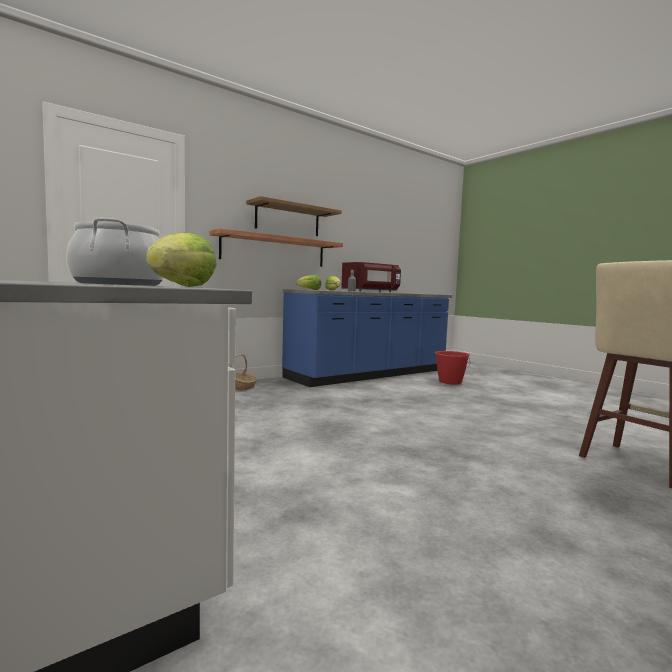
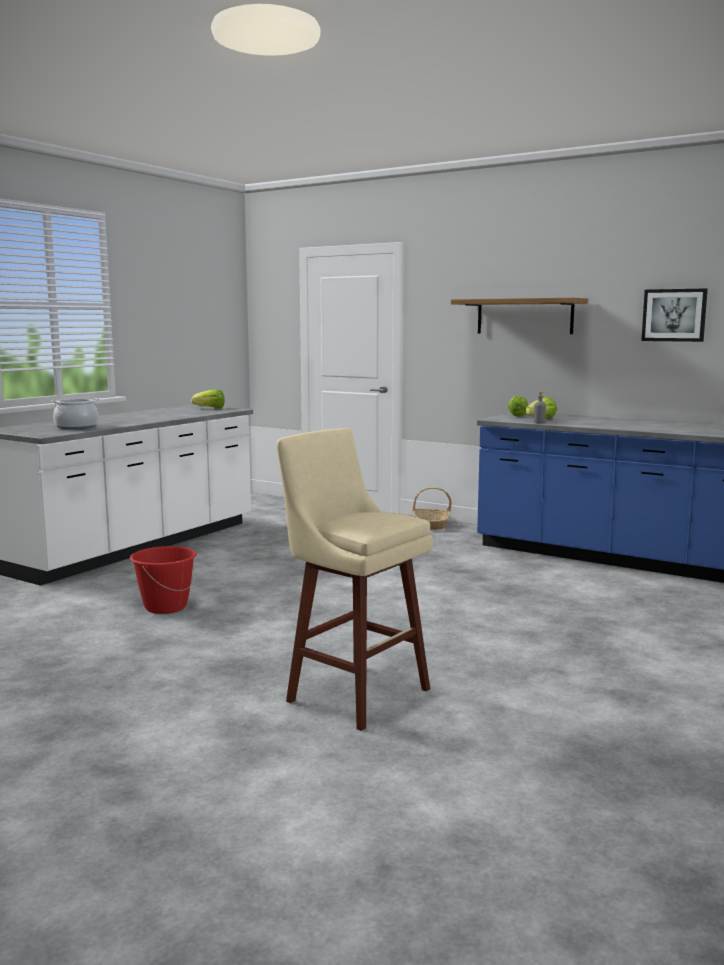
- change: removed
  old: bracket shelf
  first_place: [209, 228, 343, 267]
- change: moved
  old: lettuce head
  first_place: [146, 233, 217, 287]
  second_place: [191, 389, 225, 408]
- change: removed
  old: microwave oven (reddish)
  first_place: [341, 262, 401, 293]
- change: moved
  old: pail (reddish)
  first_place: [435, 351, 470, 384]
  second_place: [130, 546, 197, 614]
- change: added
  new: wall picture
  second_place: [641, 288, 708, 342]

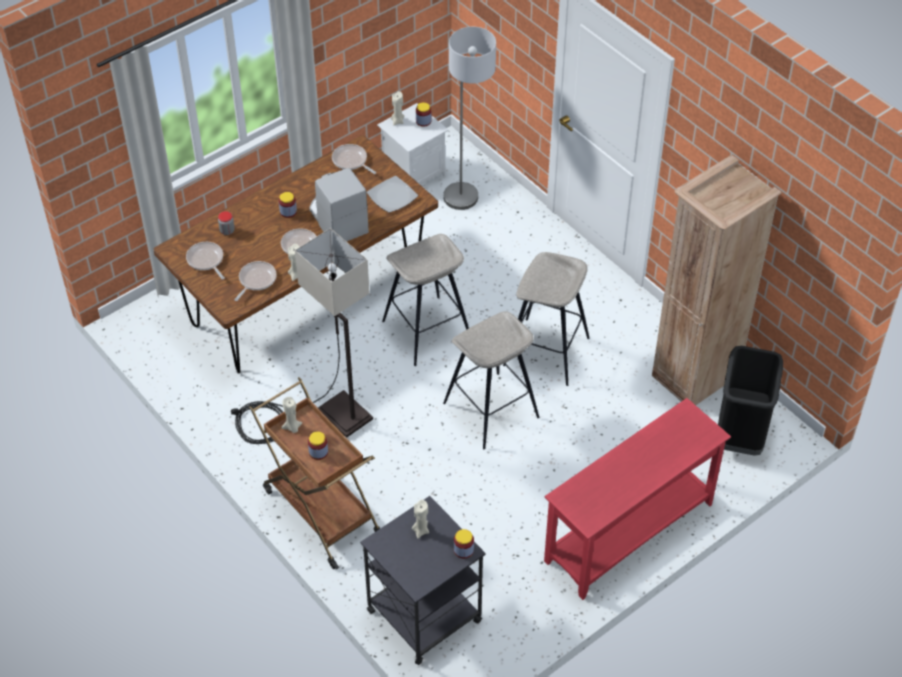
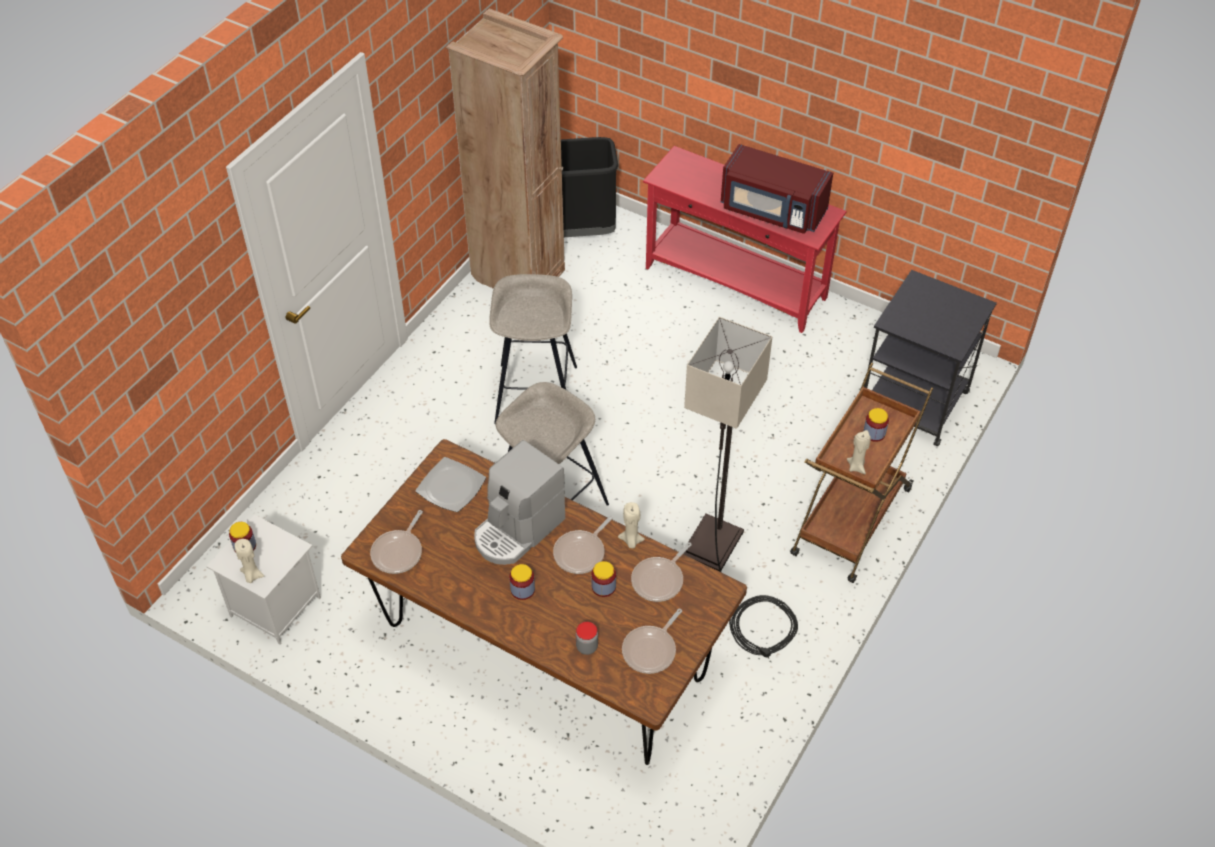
- change: removed
  old: standing lamp (gray)
  first_place: [443, 27, 496, 210]
- change: turned
  old: pan
  first_place: [234, 261, 277, 301]
  second_place: [631, 542, 692, 602]
  degrees: -60
- change: removed
  old: stool (gray)
  first_place: [443, 311, 539, 449]
- change: removed
  old: candle (sand-coloured)
  first_place: [412, 500, 429, 539]
- change: moved
  old: jar
  first_place: [454, 529, 474, 559]
  second_place: [591, 561, 616, 597]
- change: added
  new: microwave oven (reddish)
  second_place: [721, 144, 833, 234]

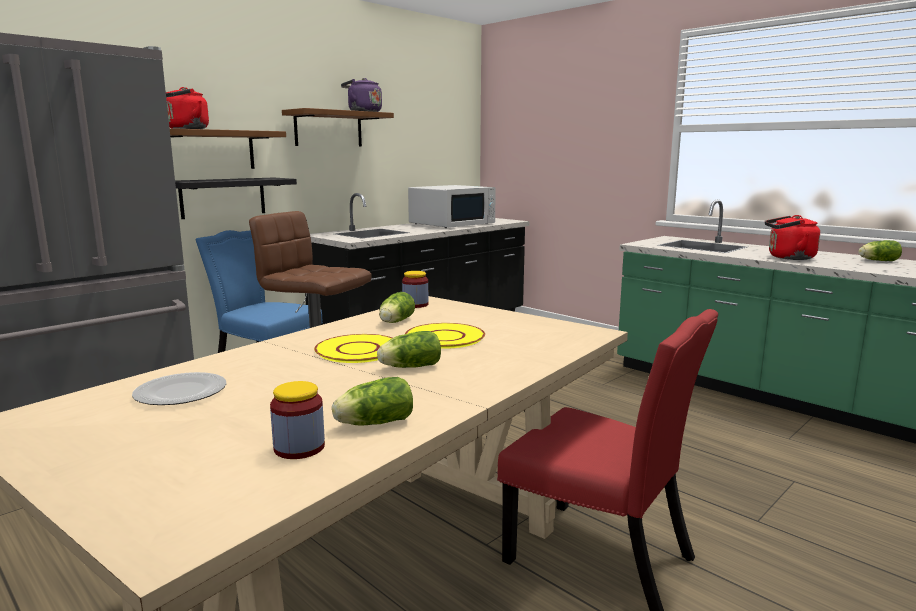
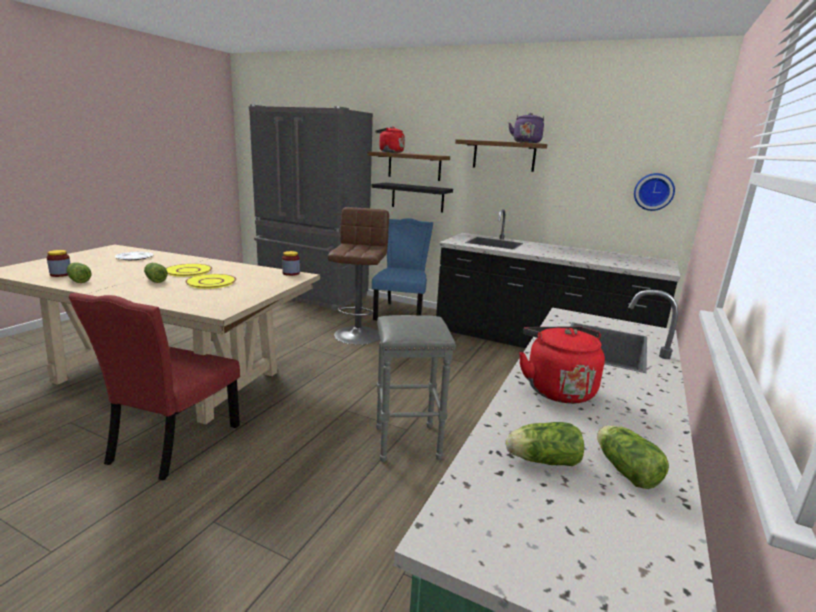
- change: removed
  old: microwave oven (white)
  first_place: [408, 185, 496, 228]
- change: moved
  old: lettuce head
  first_place: [379, 292, 415, 323]
  second_place: [506, 422, 584, 466]
- change: added
  new: wall clock
  second_place: [634, 173, 675, 211]
- change: added
  new: stool (gray)
  second_place: [376, 315, 456, 462]

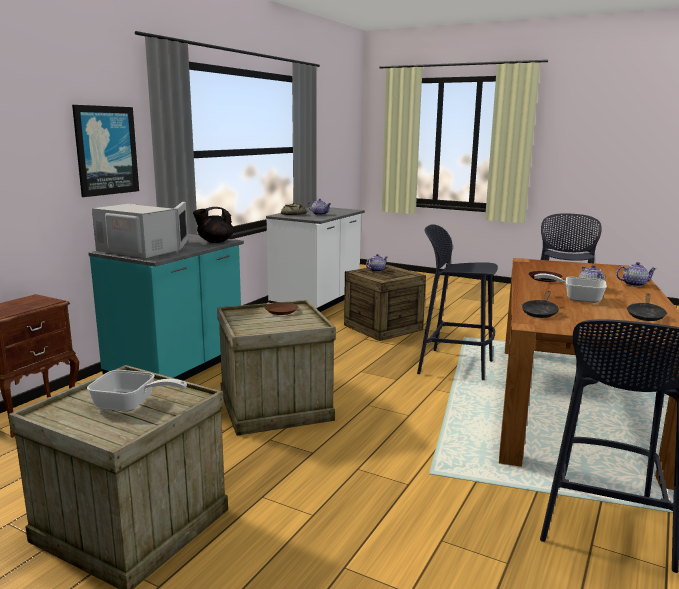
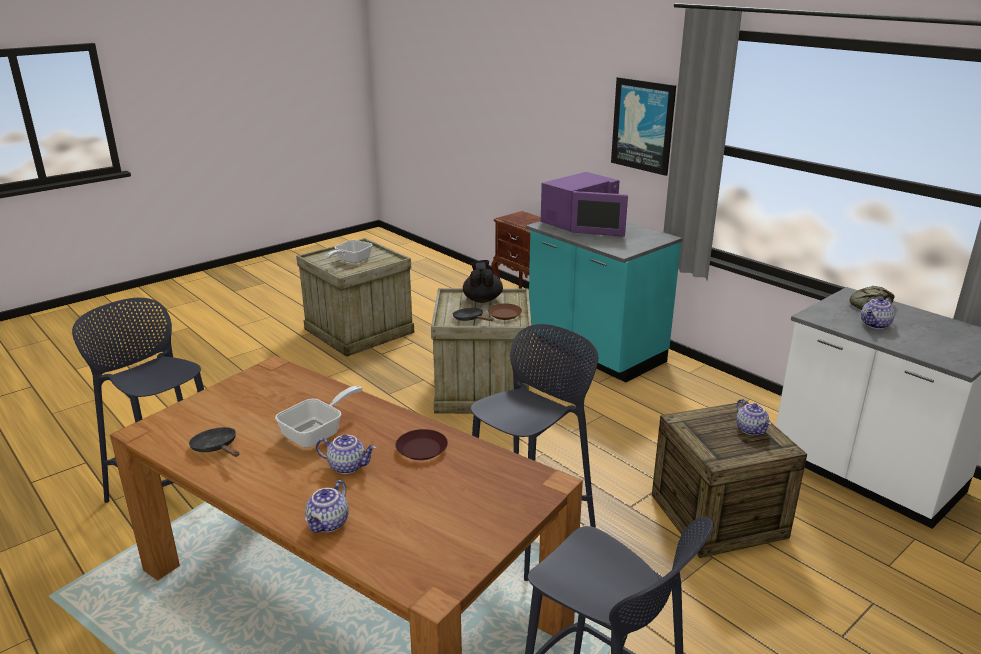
- change: recoloured
  old: microwave oven (white)
  new: microwave oven (purplish)
  first_place: [92, 202, 188, 258]
  second_place: [541, 172, 628, 237]
- change: moved
  old: teapot (blackish)
  first_place: [193, 207, 234, 243]
  second_place: [463, 260, 503, 303]
- change: moved
  old: pan (blackish)
  first_place: [522, 291, 559, 318]
  second_place: [453, 308, 493, 321]

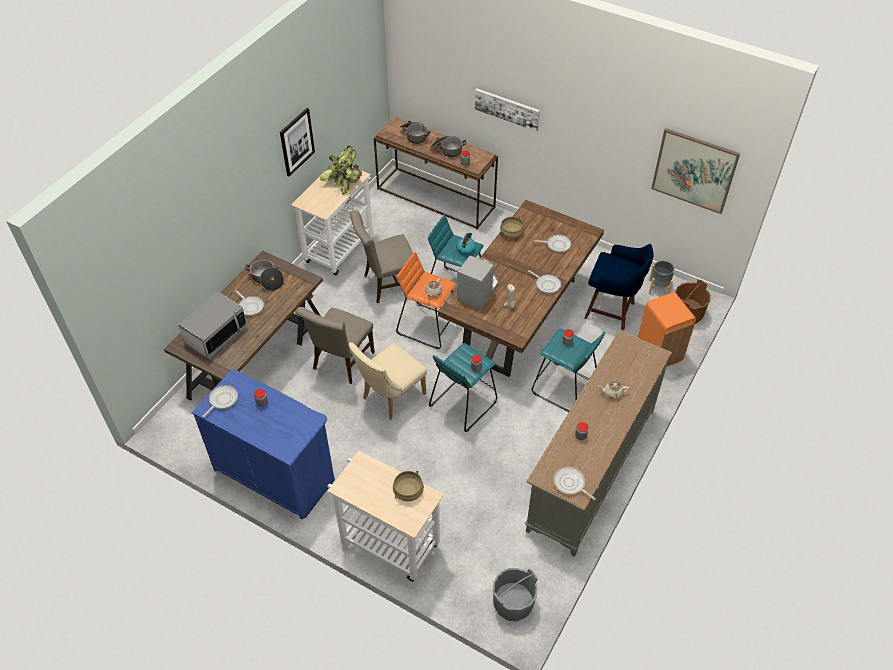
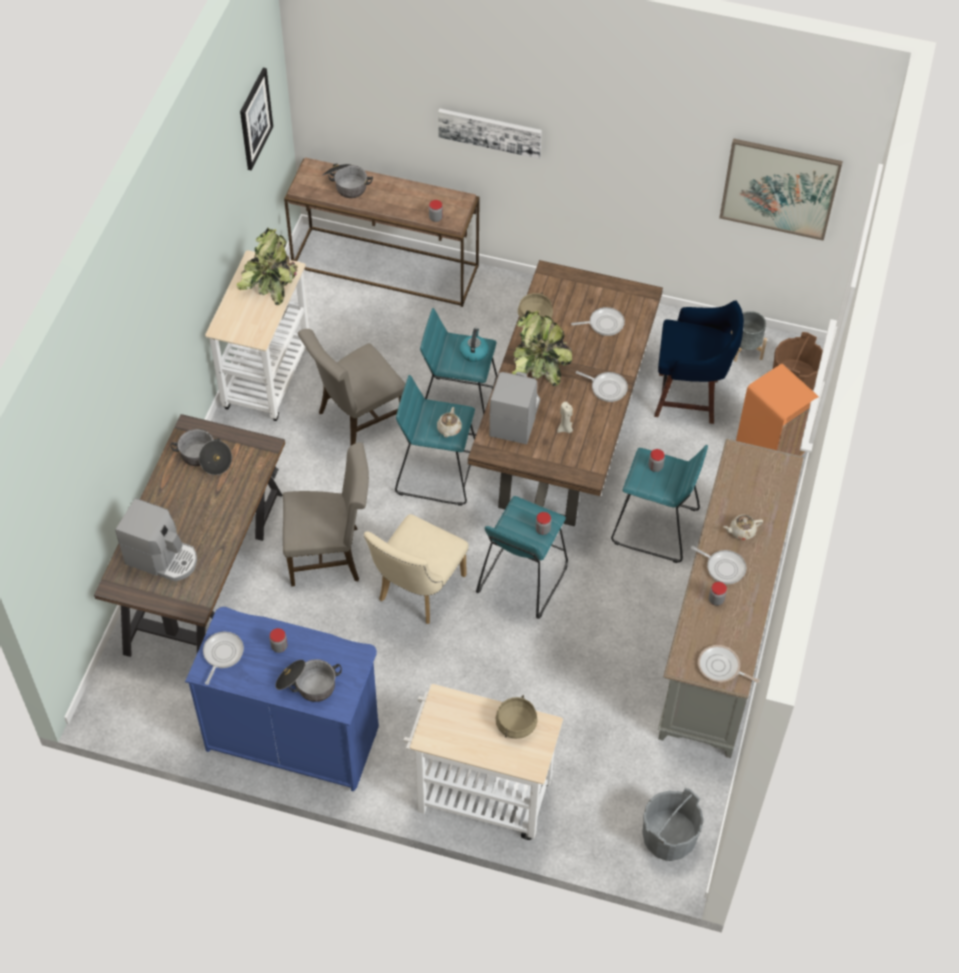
- change: moved
  old: wall picture
  first_place: [280, 108, 315, 176]
  second_place: [240, 68, 273, 170]
- change: moved
  old: cooking pot
  first_place: [431, 136, 467, 157]
  second_place: [275, 659, 342, 702]
- change: recoloured
  old: stool (orange)
  new: stool (blue-green)
  first_place: [396, 252, 456, 349]
  second_place: [395, 375, 475, 506]
- change: moved
  old: pan
  first_place: [235, 290, 264, 316]
  second_place: [691, 546, 746, 584]
- change: replaced
  old: microwave oven
  new: coffee machine
  first_place: [178, 291, 247, 359]
  second_place: [115, 498, 197, 581]
- change: turned
  old: upright chair (sand-coloured)
  first_place: [295, 307, 375, 384]
  second_place: [283, 442, 369, 586]
  degrees: -105
- change: added
  new: potted plant
  second_place: [512, 310, 572, 386]

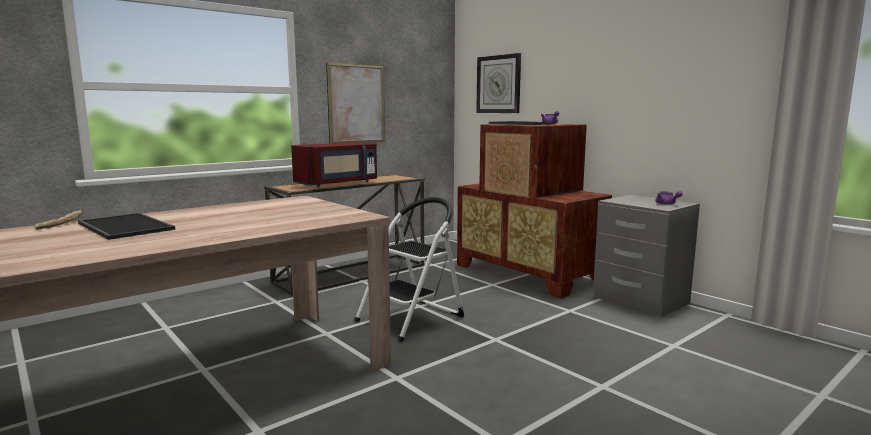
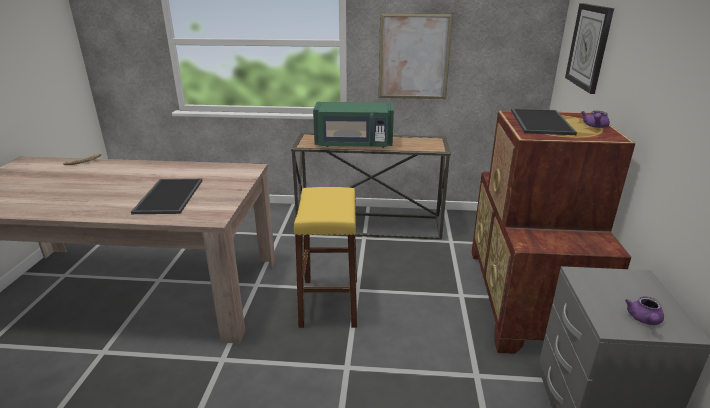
- change: recoloured
  old: microwave oven (reddish)
  new: microwave oven (green-coloured)
  first_place: [291, 142, 377, 187]
  second_place: [313, 102, 394, 148]
- change: replaced
  old: step stool
  new: stool (yellow-coloured)
  first_place: [354, 197, 464, 342]
  second_place: [293, 187, 357, 328]
- change: moved
  old: tray
  first_place: [78, 213, 175, 240]
  second_place: [131, 179, 202, 214]

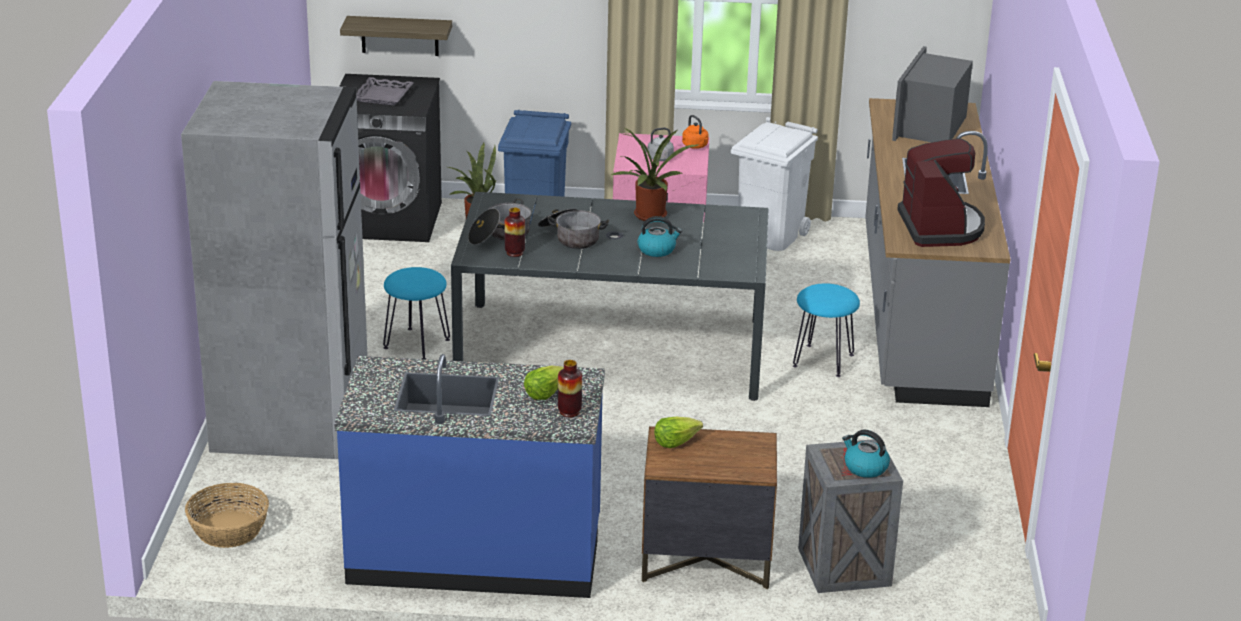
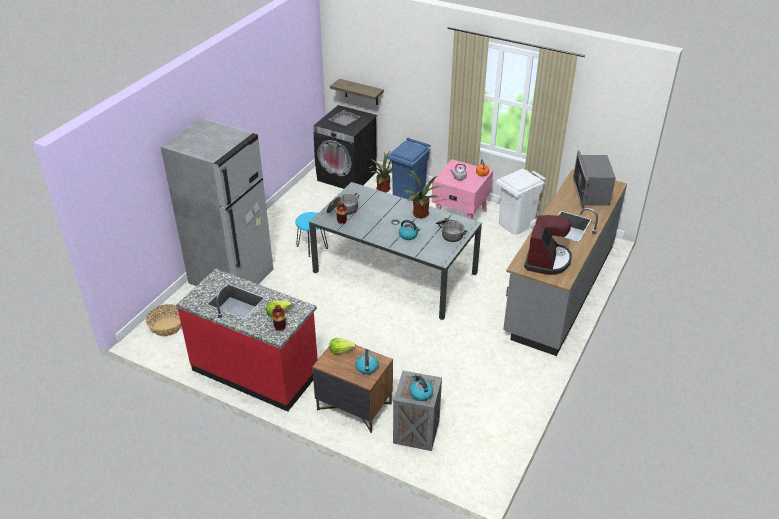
- change: turned
  old: microwave oven
  first_place: [892, 46, 973, 142]
  second_place: [573, 150, 616, 209]
  degrees: -45
- change: moved
  old: cooking pot
  first_place: [537, 209, 609, 249]
  second_place: [436, 218, 468, 242]
- change: removed
  old: stool (blue-green)
  first_place: [793, 283, 860, 377]
- change: recoloured
  old: kitchen base unit (blue-coloured)
  new: kitchen base unit (reddish)
  first_place: [334, 354, 605, 598]
  second_place: [176, 269, 318, 412]
- change: added
  new: water kettle
  second_place: [356, 349, 379, 374]

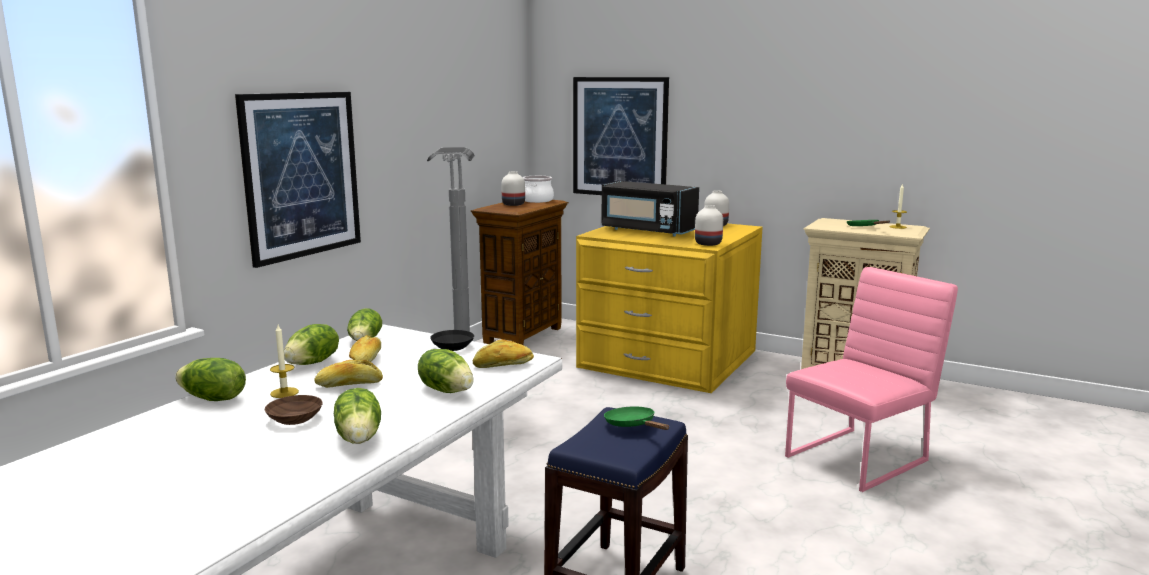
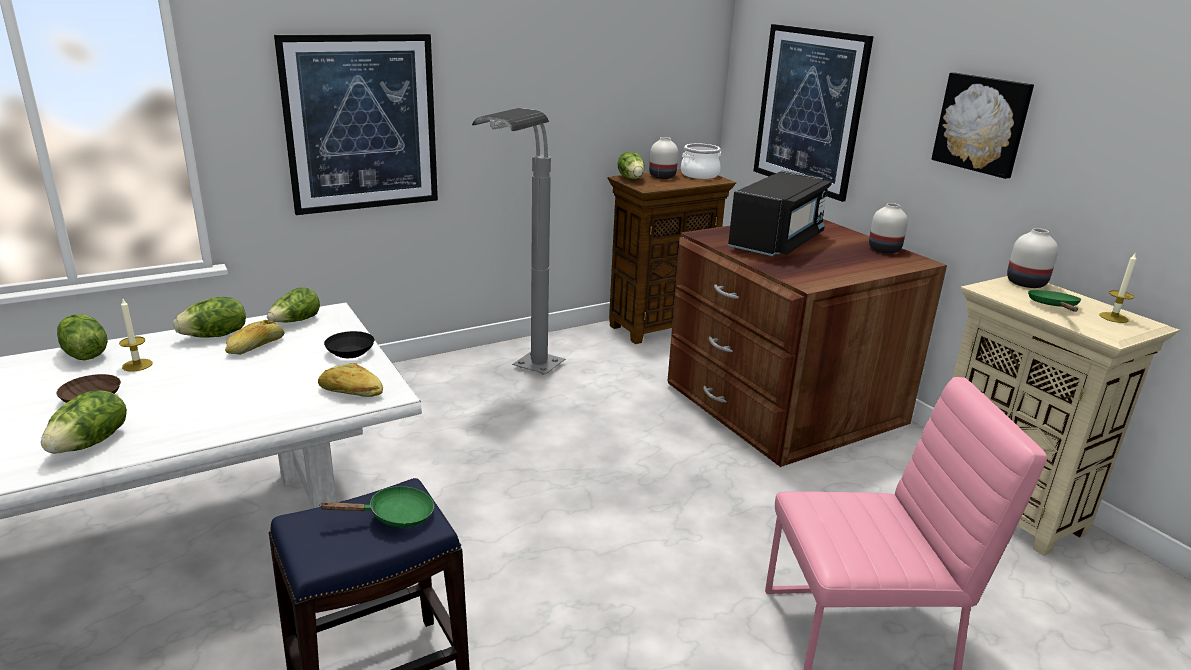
- change: turned
  old: microwave oven (blackish)
  first_place: [601, 181, 699, 237]
  second_place: [728, 171, 832, 256]
  degrees: -120
- change: moved
  old: decorative vase (white)
  first_place: [695, 205, 723, 246]
  second_place: [1007, 228, 1058, 288]
- change: recoloured
  old: drawer chest (yellow-coloured)
  new: drawer chest (brown)
  first_place: [576, 223, 763, 393]
  second_place: [668, 219, 947, 467]
- change: moved
  old: lettuce head
  first_place: [418, 349, 474, 393]
  second_place: [618, 152, 645, 179]
- change: removed
  old: baked bread
  first_place: [314, 360, 383, 388]
- change: turned
  old: pan (green-coloured)
  first_place: [604, 406, 669, 430]
  second_place: [319, 486, 434, 528]
  degrees: 75
- change: added
  new: wall picture
  second_place: [931, 72, 1034, 179]

